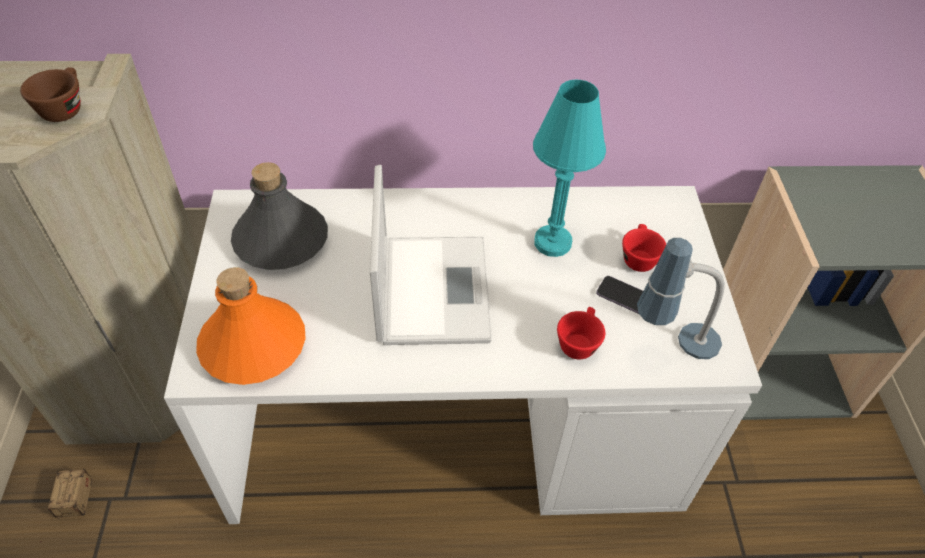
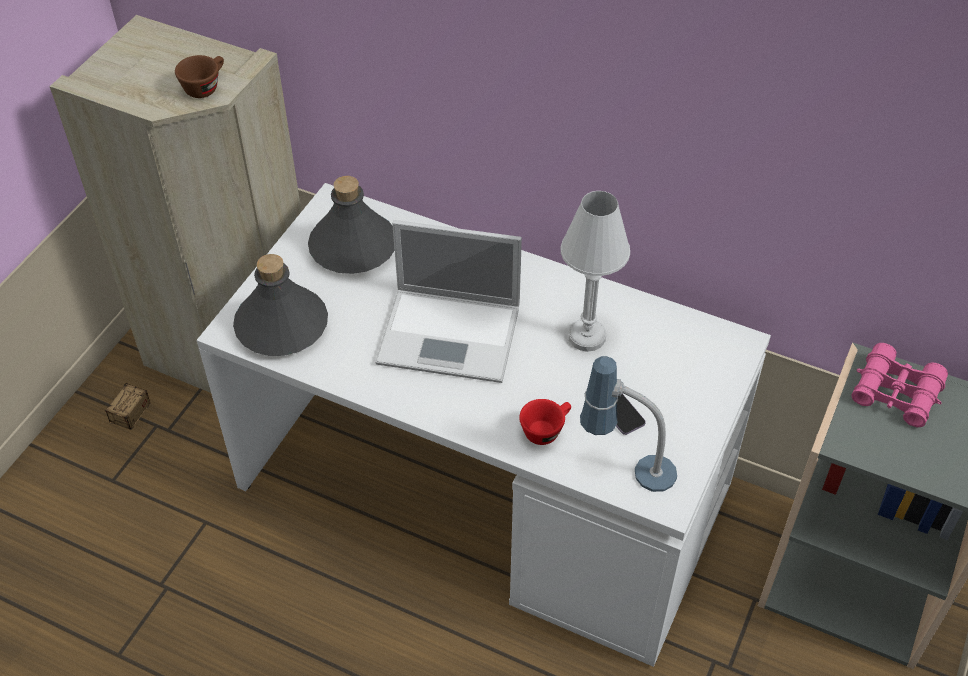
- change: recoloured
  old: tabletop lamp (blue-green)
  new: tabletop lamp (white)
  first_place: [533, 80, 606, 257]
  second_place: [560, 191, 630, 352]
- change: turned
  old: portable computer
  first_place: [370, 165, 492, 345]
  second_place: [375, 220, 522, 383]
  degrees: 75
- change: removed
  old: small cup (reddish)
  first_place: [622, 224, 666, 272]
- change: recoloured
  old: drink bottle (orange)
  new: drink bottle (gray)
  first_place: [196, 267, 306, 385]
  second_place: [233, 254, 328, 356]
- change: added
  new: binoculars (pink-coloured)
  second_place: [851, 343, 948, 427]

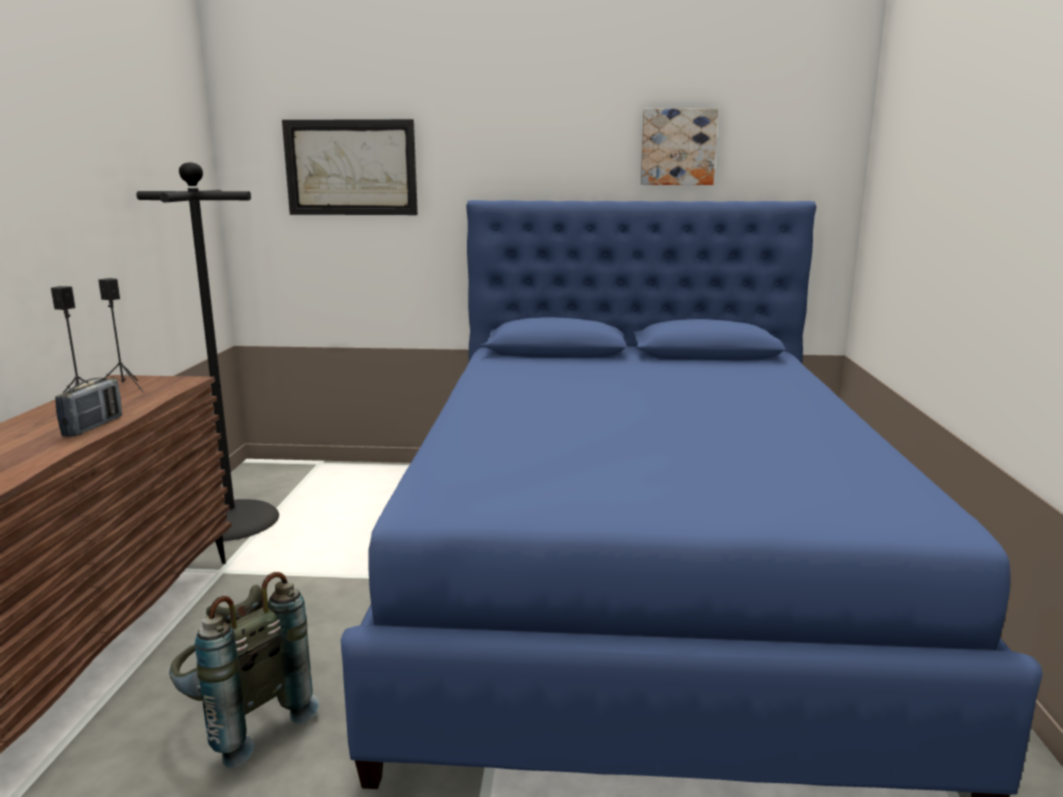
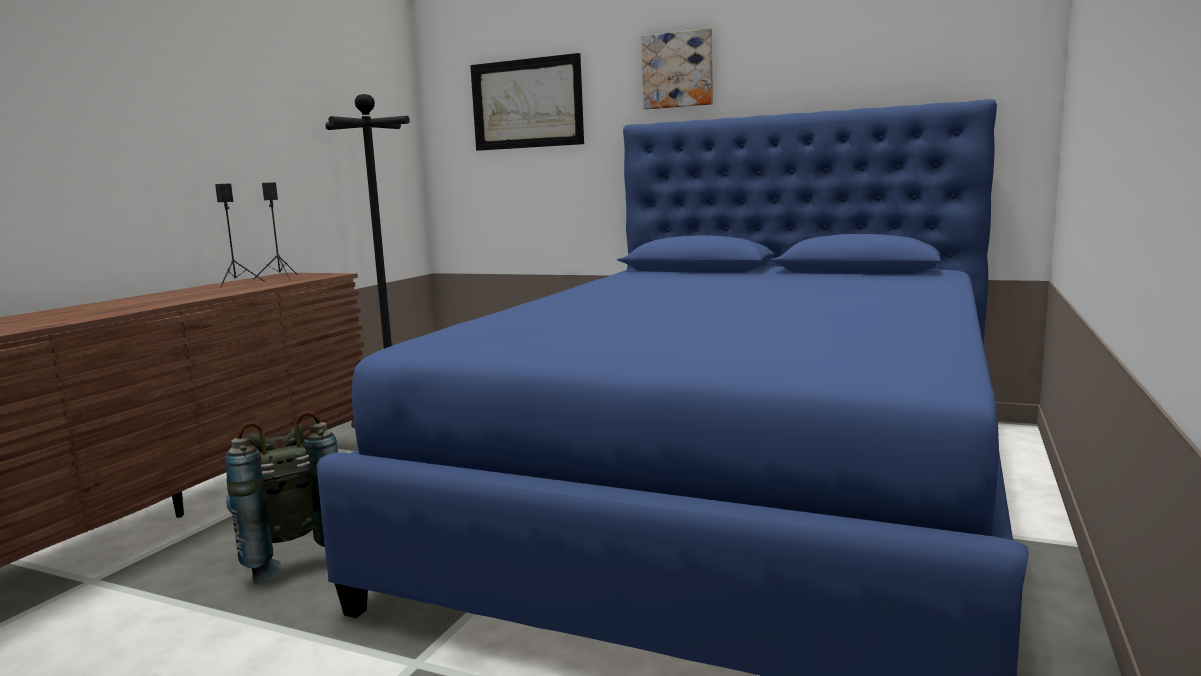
- change: moved
  old: wall picture
  first_place: [641, 108, 718, 185]
  second_place: [642, 28, 713, 110]
- change: removed
  old: radio set
  first_place: [55, 378, 122, 437]

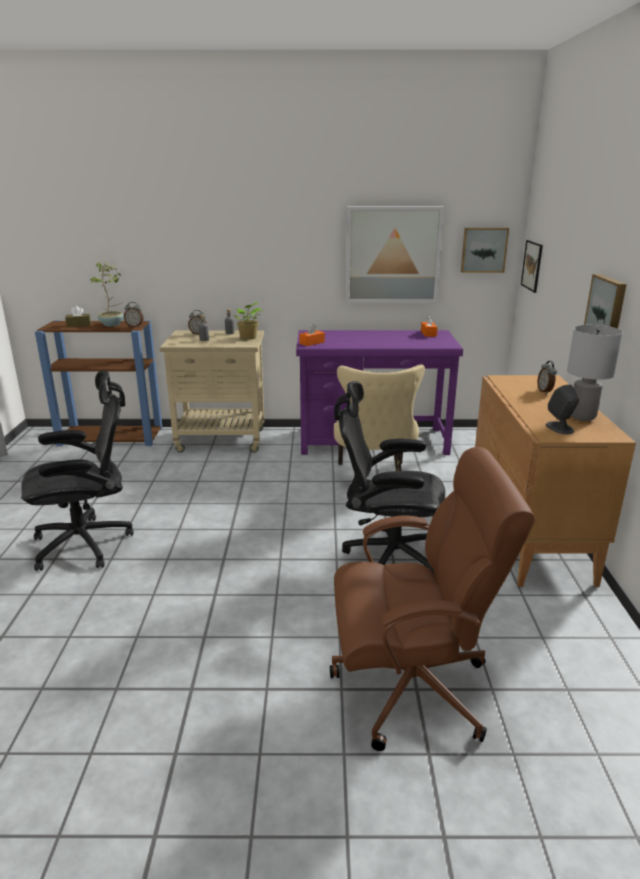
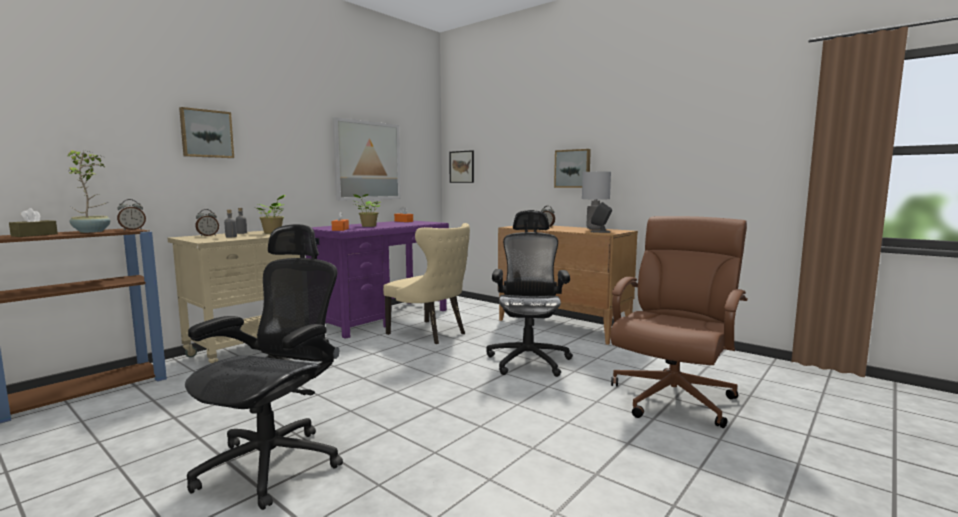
- change: moved
  old: wall picture
  first_place: [461, 228, 509, 273]
  second_place: [179, 107, 234, 158]
- change: turned
  old: computer chair
  first_place: [334, 381, 445, 573]
  second_place: [487, 210, 573, 377]
  degrees: 135
- change: added
  new: potted plant
  second_place: [352, 194, 381, 227]

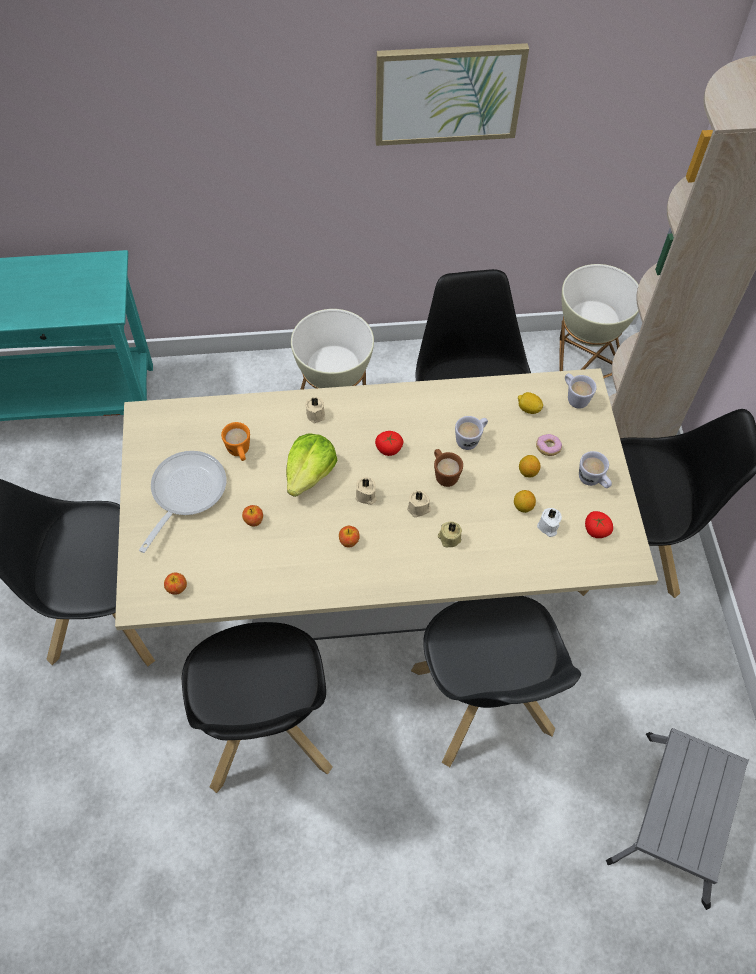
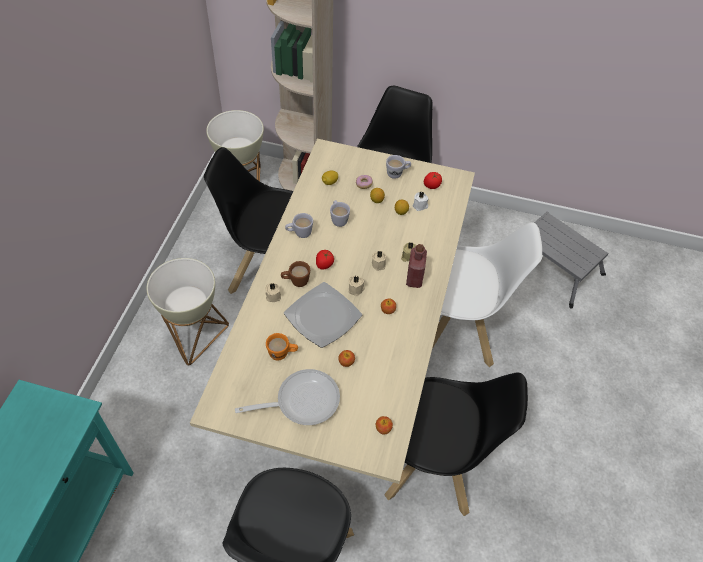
- change: removed
  old: wall picture
  first_place: [375, 43, 529, 146]
- change: moved
  old: tea mug (white)
  first_place: [565, 373, 597, 409]
  second_place: [285, 213, 313, 238]
- change: replaced
  old: lettuce head
  new: dinner plate
  first_place: [286, 434, 337, 497]
  second_place: [284, 282, 362, 348]
- change: moved
  old: tea mug (brown)
  first_place: [434, 449, 463, 487]
  second_place: [281, 261, 310, 287]
- change: turned
  old: pan
  first_place: [139, 451, 226, 553]
  second_place: [235, 369, 340, 425]
  degrees: 120
- change: recoloured
  old: upright chair (blackish)
  new: upright chair (white)
  first_place: [411, 596, 581, 767]
  second_place: [432, 222, 542, 367]
- change: added
  new: drink bottle (reddish)
  second_place: [406, 244, 427, 288]

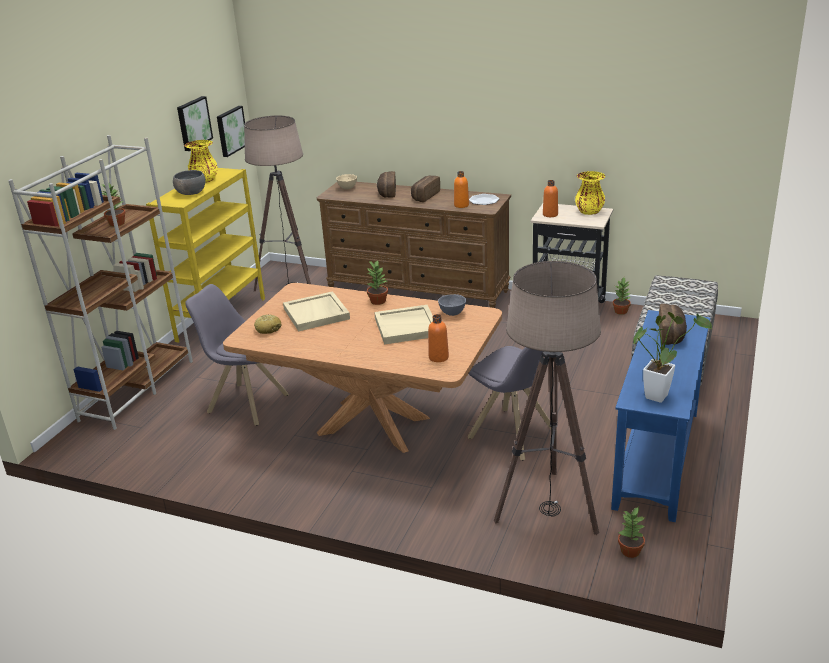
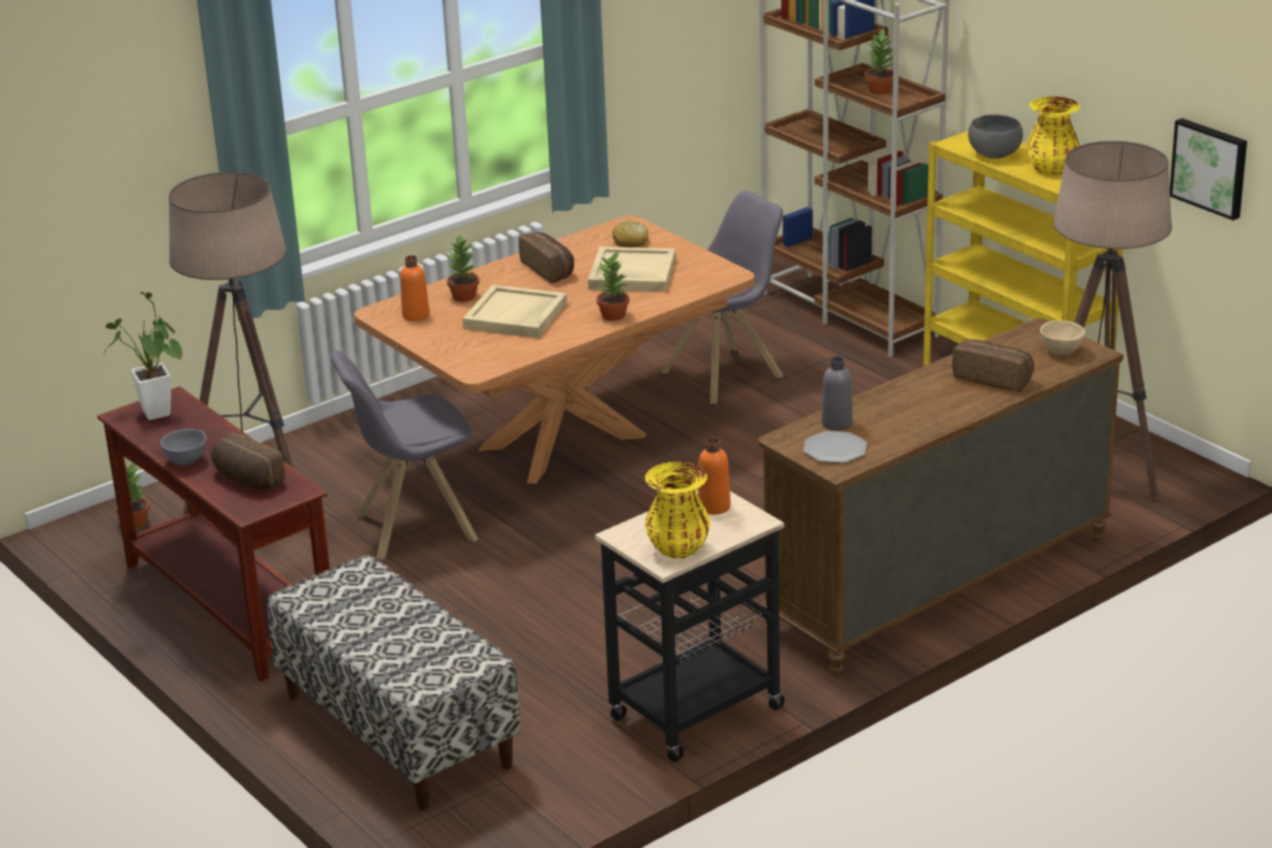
- change: removed
  old: wall picture
  first_place: [177, 96, 213, 151]
- change: recoloured
  old: drink bottle (orange)
  new: drink bottle (gray)
  first_place: [454, 171, 469, 208]
  second_place: [821, 356, 853, 430]
- change: moved
  old: baked bread
  first_place: [411, 176, 440, 202]
  second_place: [519, 232, 574, 283]
- change: moved
  old: potted plant
  first_place: [613, 278, 631, 315]
  second_place: [447, 235, 479, 302]
- change: moved
  old: bowl (gray)
  first_place: [438, 294, 466, 316]
  second_place: [160, 429, 206, 465]
- change: recoloured
  old: console table (blue-coloured)
  new: console table (brown)
  first_place: [611, 310, 710, 522]
  second_place: [97, 386, 330, 682]

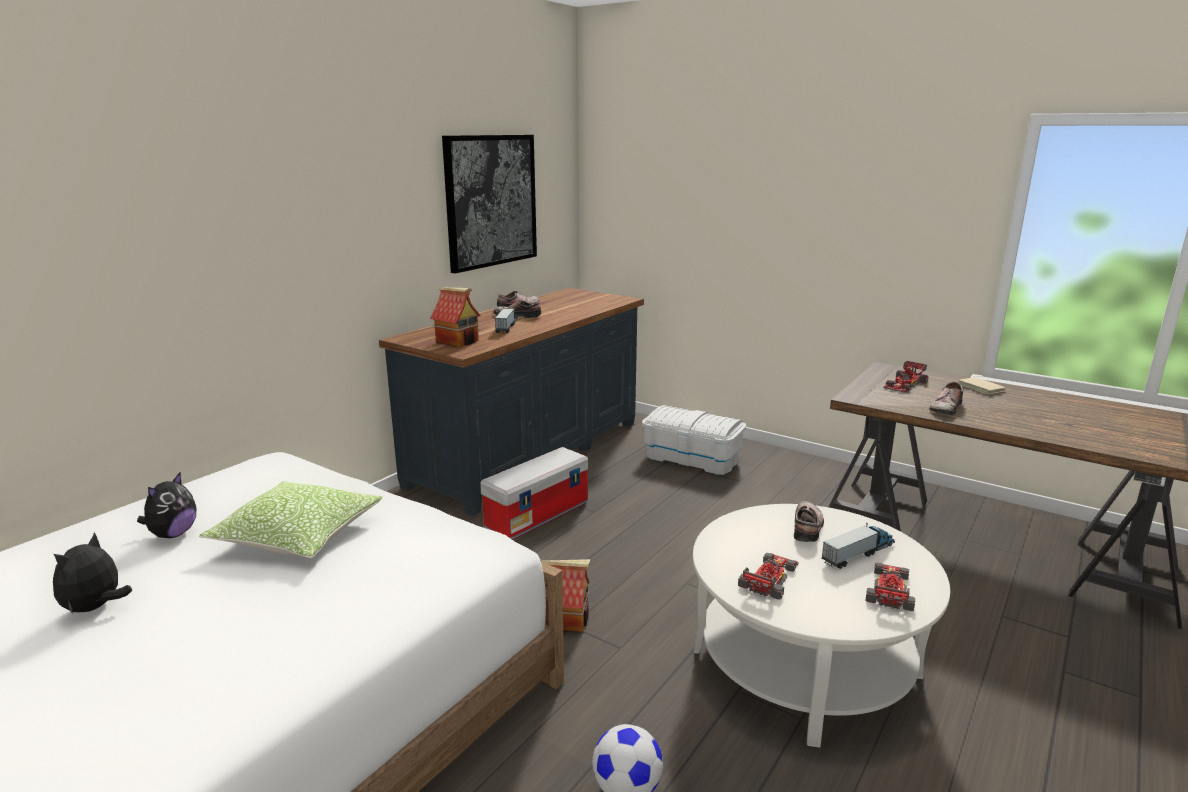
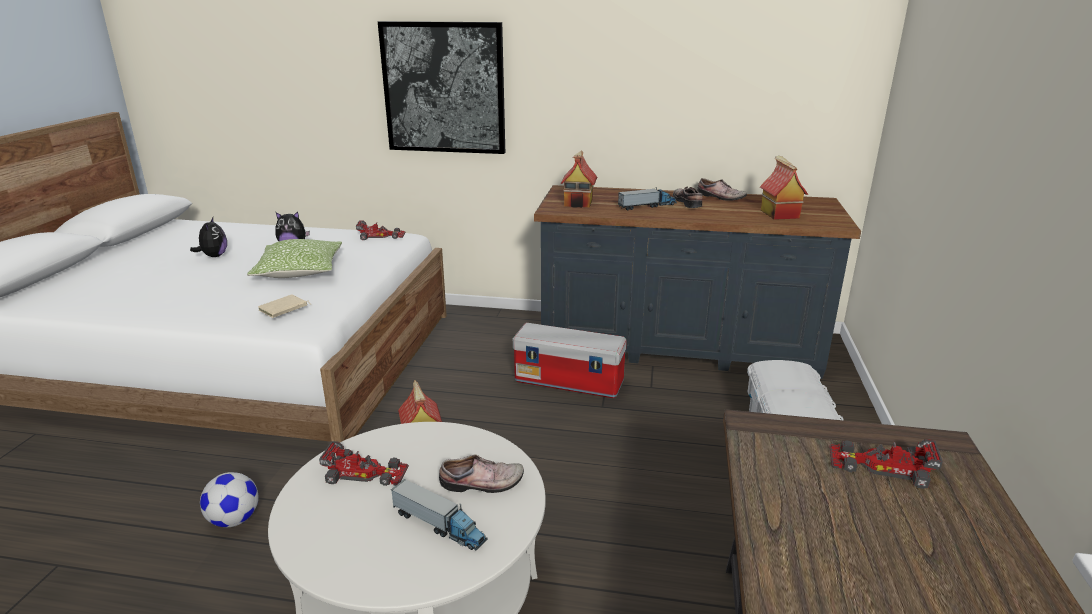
- change: moved
  old: wall picture
  first_place: [442, 135, 537, 273]
  second_place: [378, 21, 505, 154]
- change: moved
  old: book (sand-coloured)
  first_place: [959, 376, 1006, 395]
  second_place: [258, 294, 311, 318]
- change: removed
  old: shoe
  first_place: [929, 382, 963, 415]
- change: turned
  old: plush toy
  first_place: [53, 532, 132, 614]
  second_place: [190, 217, 227, 257]
  degrees: 90
- change: moved
  old: toy car
  first_place: [865, 563, 915, 611]
  second_place: [356, 220, 405, 240]
- change: added
  new: model house
  second_place: [760, 156, 808, 220]

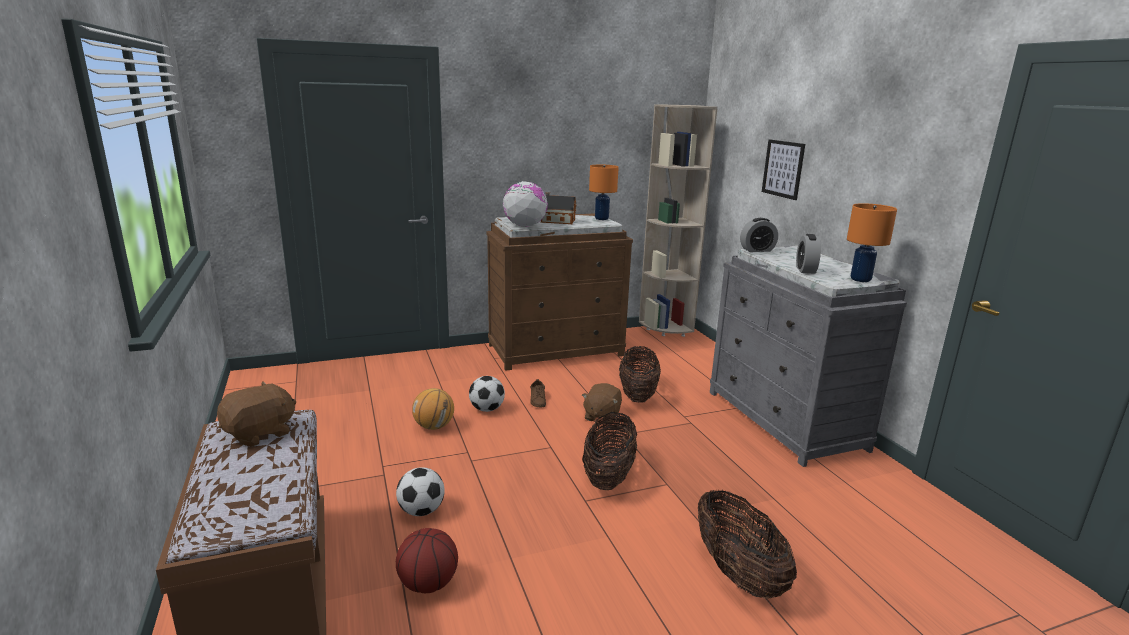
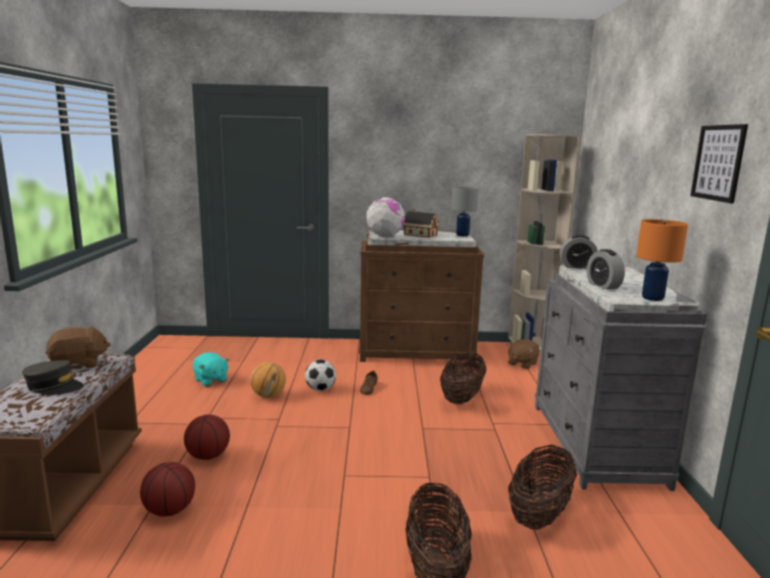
- change: moved
  old: wall picture
  first_place: [762, 139, 805, 200]
  second_place: [690, 124, 748, 203]
- change: recoloured
  old: tabletop lamp (orange)
  new: tabletop lamp (gray)
  first_place: [589, 164, 619, 220]
  second_place: [451, 187, 479, 236]
- change: turned
  old: table clock
  first_place: [796, 234, 821, 274]
  second_place: [587, 249, 625, 290]
  degrees: -45
- change: moved
  old: plush toy (brown)
  first_place: [582, 383, 622, 425]
  second_place: [507, 339, 540, 369]
- change: moved
  old: storage basket
  first_place: [582, 412, 637, 490]
  second_place: [508, 445, 577, 530]
- change: replaced
  old: football ball
  new: basketball ball
  first_place: [396, 467, 445, 516]
  second_place: [184, 415, 230, 460]
- change: added
  new: plush toy (blue-green)
  second_place: [193, 352, 229, 386]
- change: added
  new: baseball cap (gray)
  second_place: [22, 360, 84, 395]

